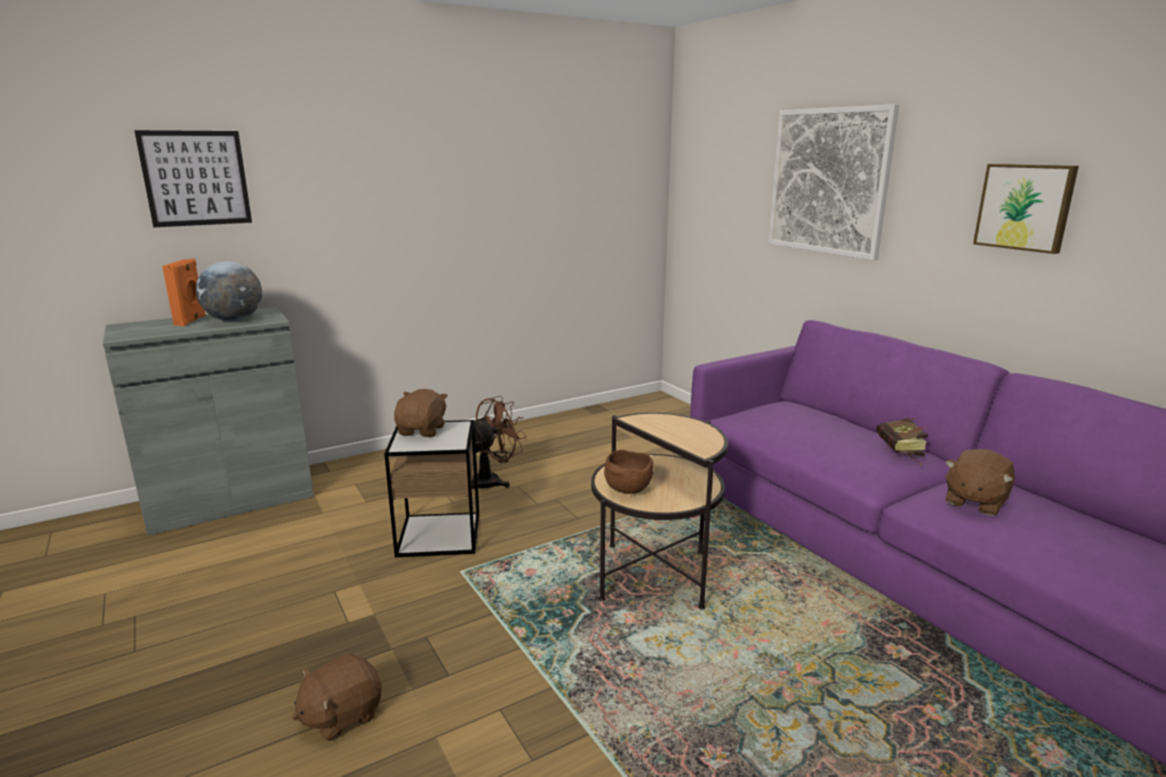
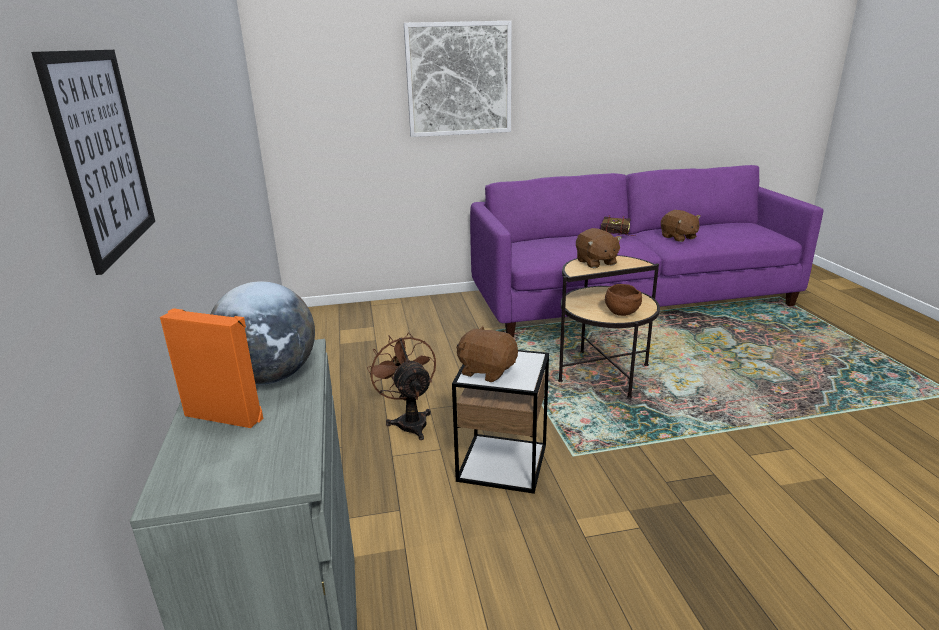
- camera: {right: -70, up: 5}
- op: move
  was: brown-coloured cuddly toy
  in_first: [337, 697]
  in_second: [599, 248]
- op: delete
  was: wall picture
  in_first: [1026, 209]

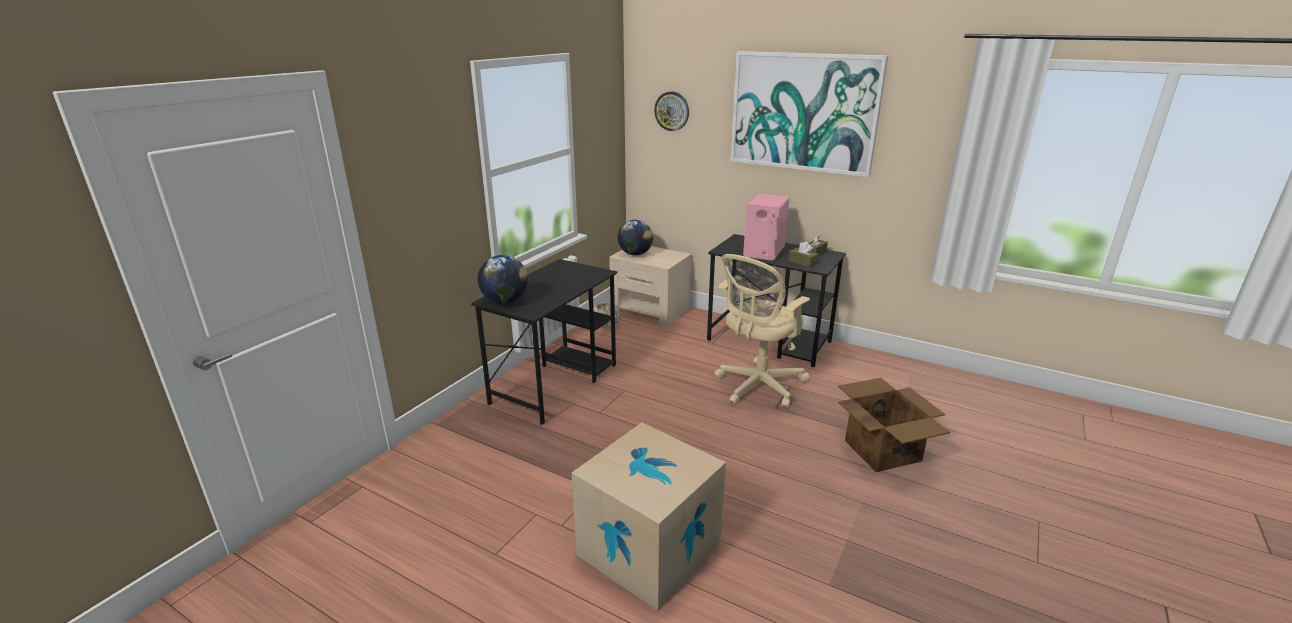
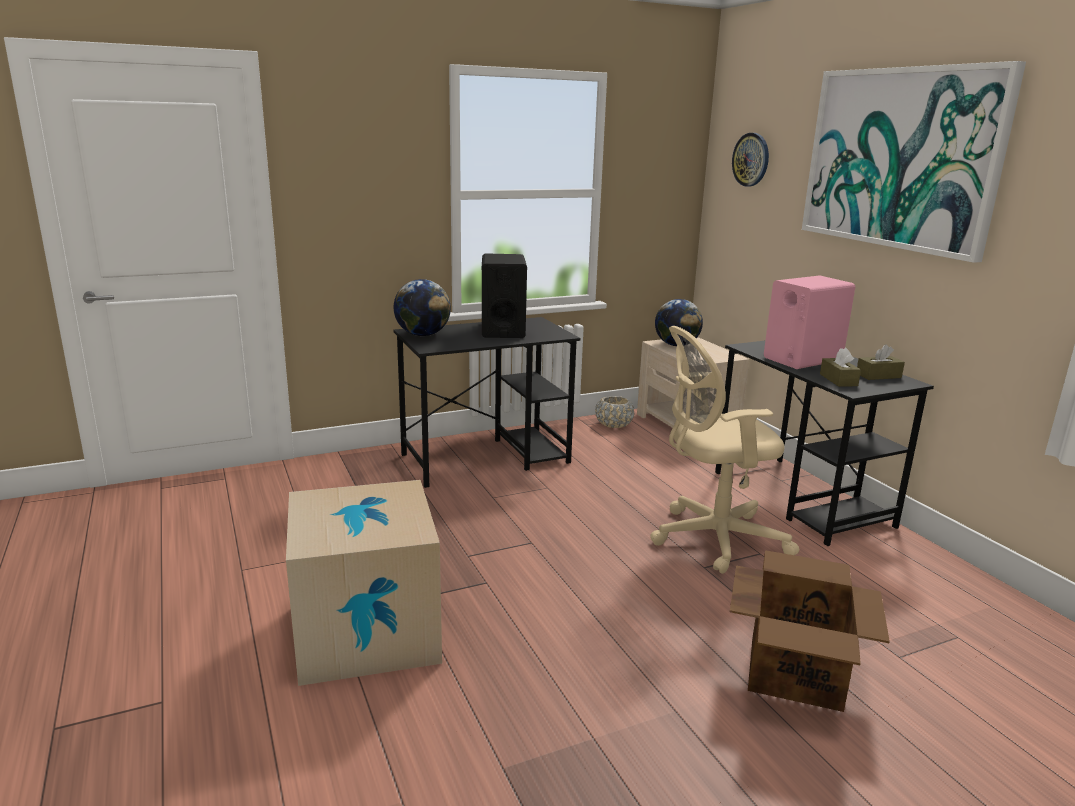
- camera: {right: 35, up: -5}
- op: insert
  now: blackish audio speaker
  in_second: [504, 295]

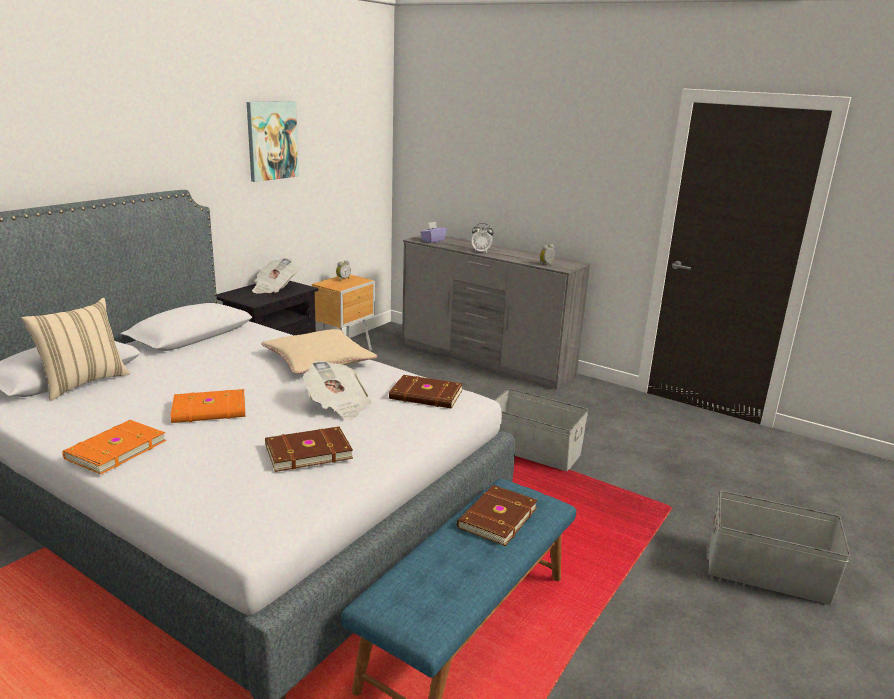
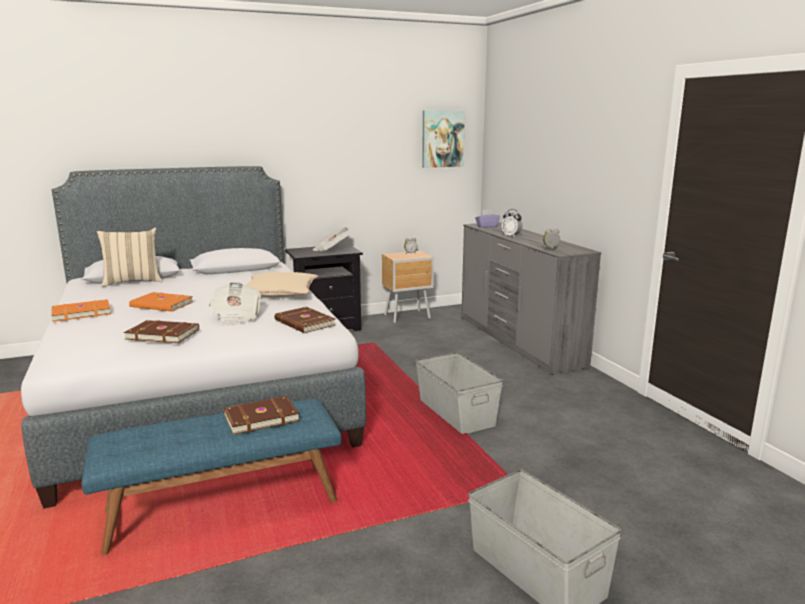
- camera: {right: 35, up: -5}
- op: move
  was: wall picture
  in_first: [273, 141]
  in_second: [443, 139]

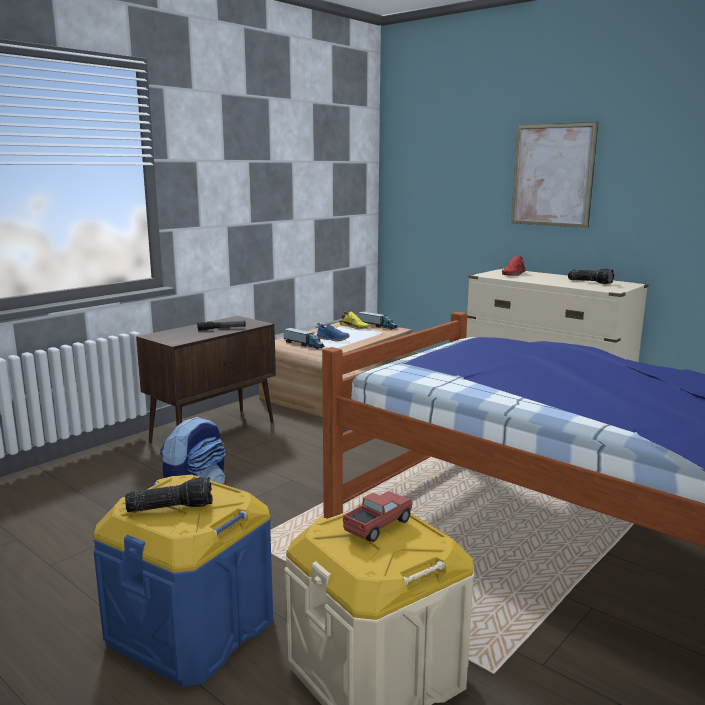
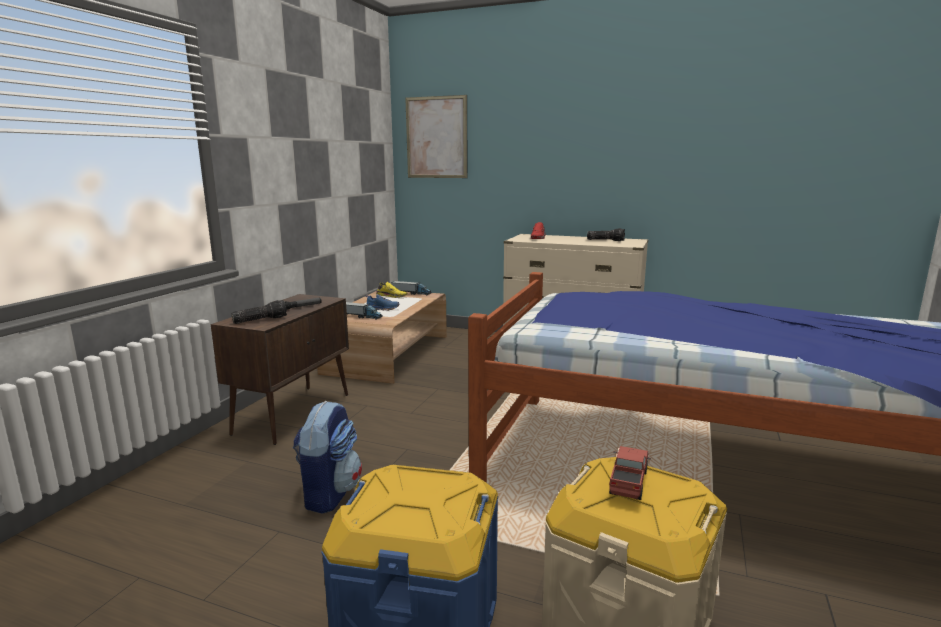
- camera: {right: -20, up: 0}
- op: move
  was: flashlight
  in_first: [169, 494]
  in_second: [259, 312]
- op: move
  was: wall picture
  in_first: [554, 175]
  in_second: [436, 136]

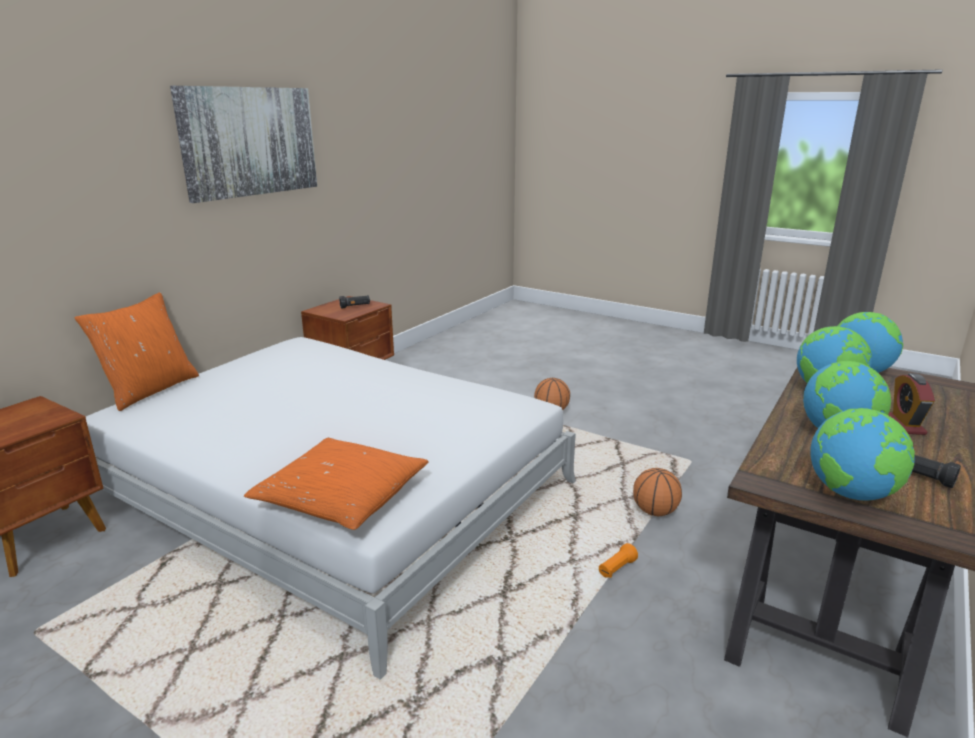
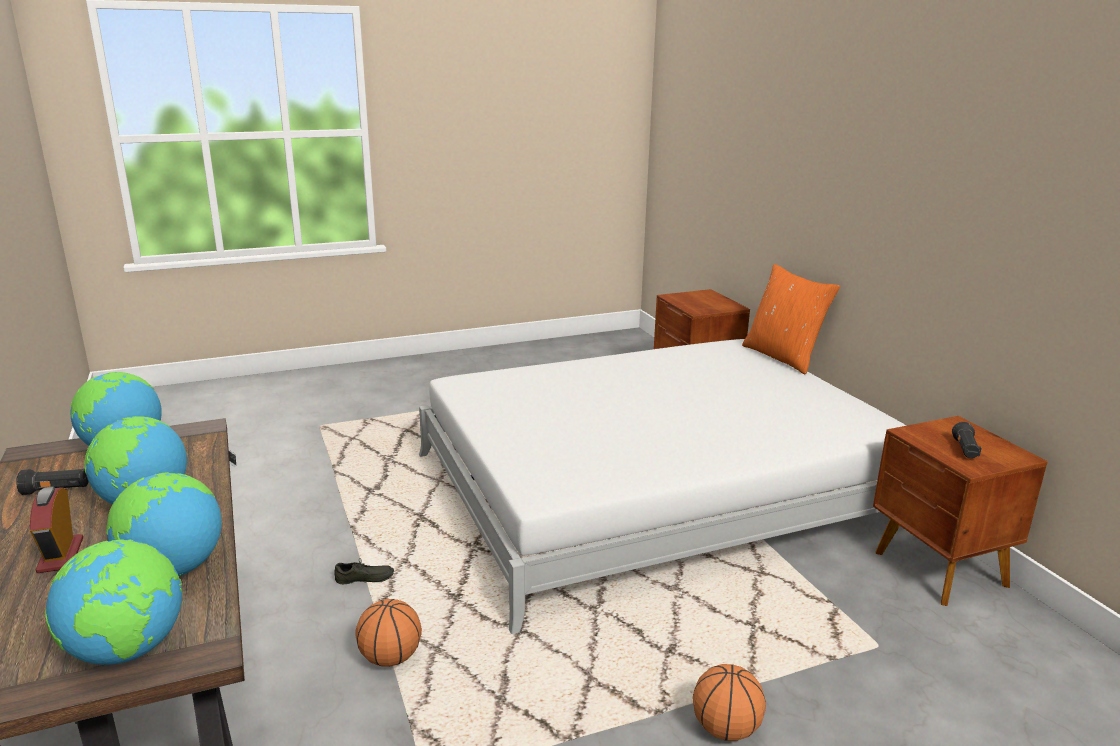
- camera: {right: 125, up: 0}
- op: delete
  was: wall picture
  in_first: [243, 144]
- op: delete
  was: orange throw pillow
  in_first: [336, 484]
- op: replace
  was: orange flashlight
  now: gray shoe
  in_first: [618, 560]
  in_second: [364, 571]
- op: rotate
  was: table clock
  in_first: [911, 404]
  in_second: [56, 529]
  clockwise: -150

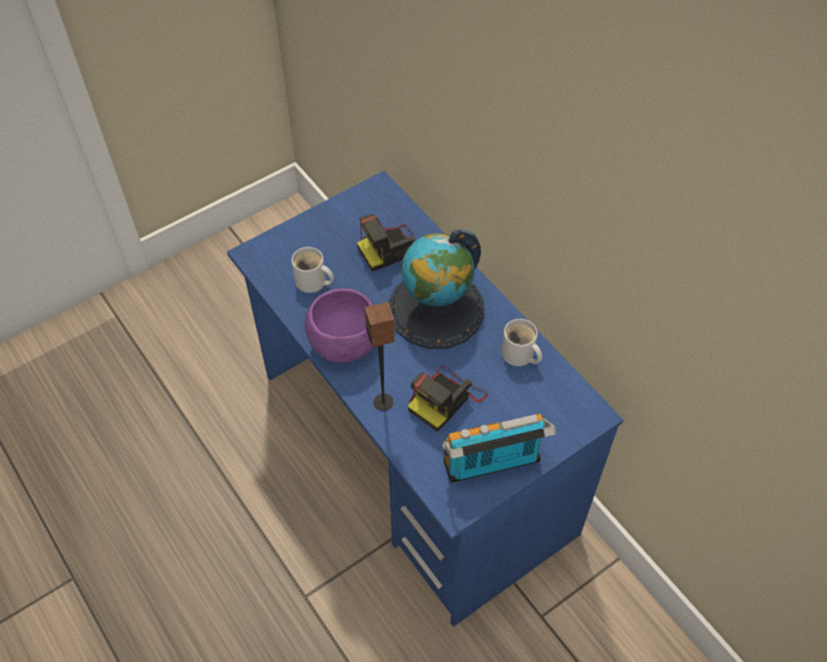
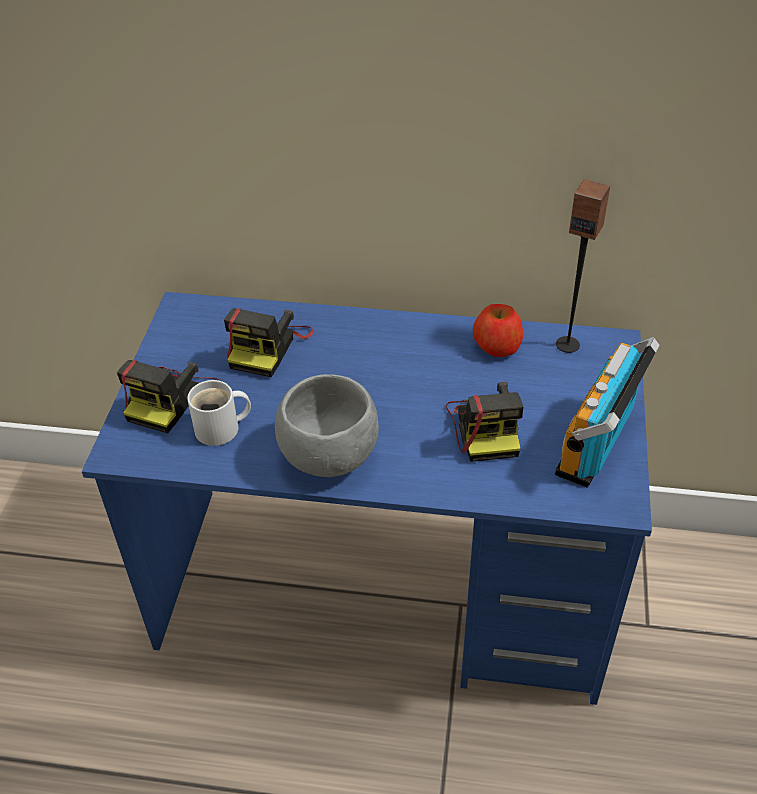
- camera: {right: -45, up: -10}
- op: recolor
  was: purple-coloured deep dish
  now: gray deep dish
  in_first: [339, 325]
  in_second: [327, 425]
- op: move
  was: audio speaker
  in_first: [380, 356]
  in_second: [583, 266]
- op: delete
  was: world globe
  in_first: [437, 289]
- op: replace
  was: white coffee mug
  now: whole apple
  in_first: [521, 342]
  in_second: [498, 330]
- op: insert
  now: still camera
  in_second: [169, 396]

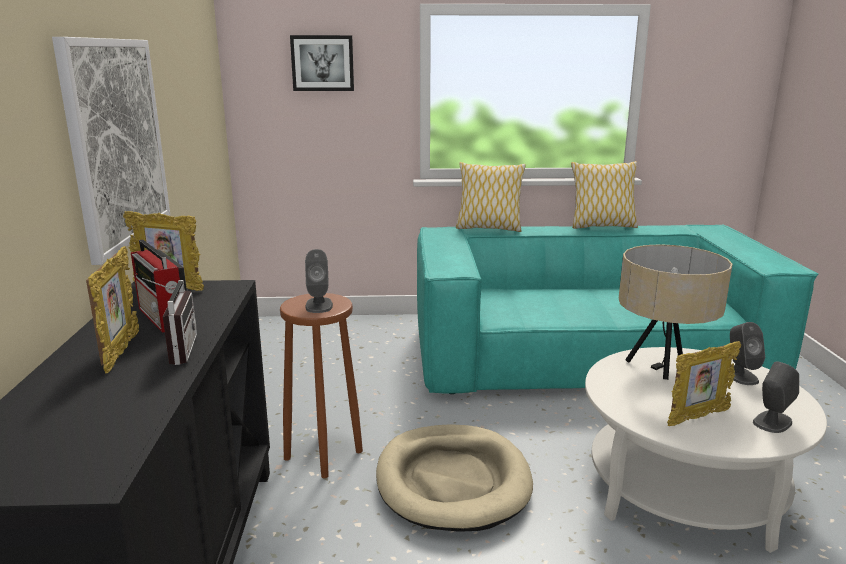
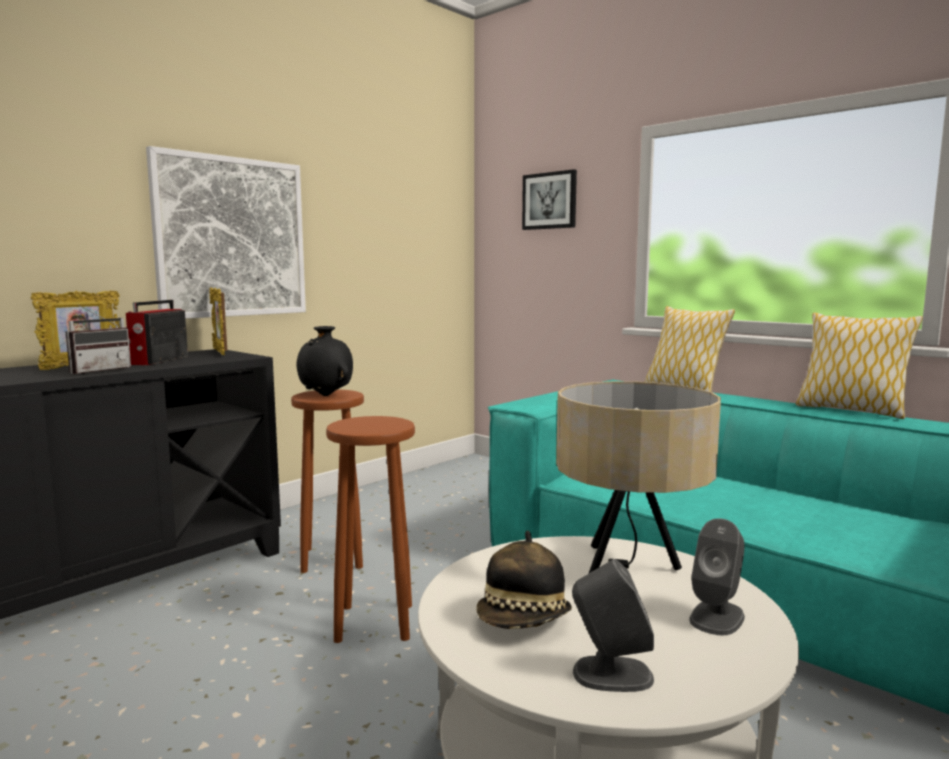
- camera: {right: 45, up: -10}
- op: replace
  was: gray audio speaker
  now: blackish flower vase
  in_first: [319, 281]
  in_second: [325, 361]
- op: replace
  was: beige dog cushion
  now: brown-coloured stool seat
  in_first: [454, 478]
  in_second: [370, 529]
- op: replace
  was: standing frame
  now: wearable hat
  in_first: [704, 383]
  in_second: [524, 580]

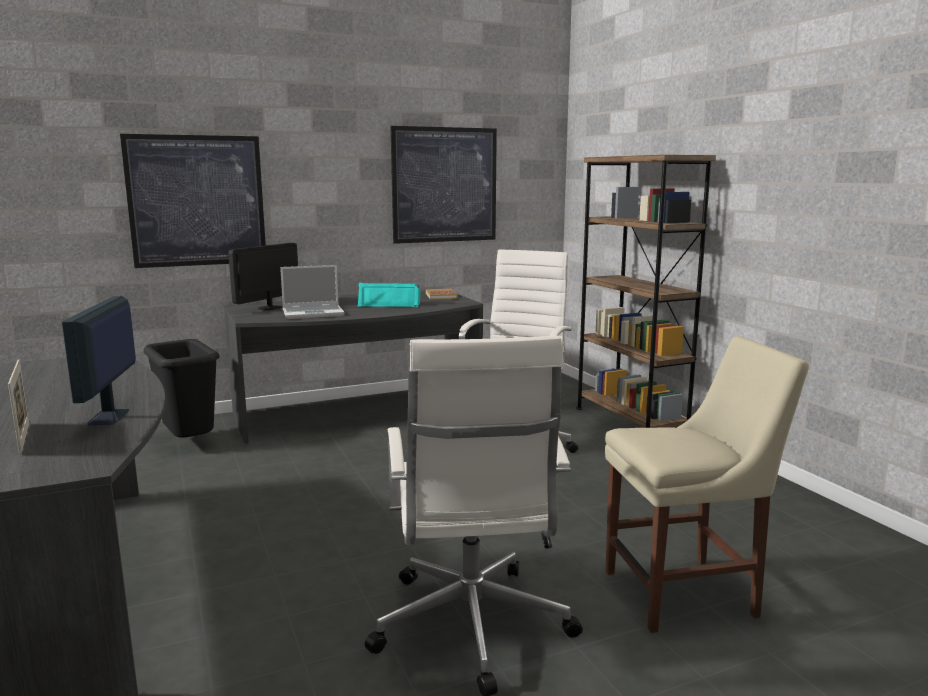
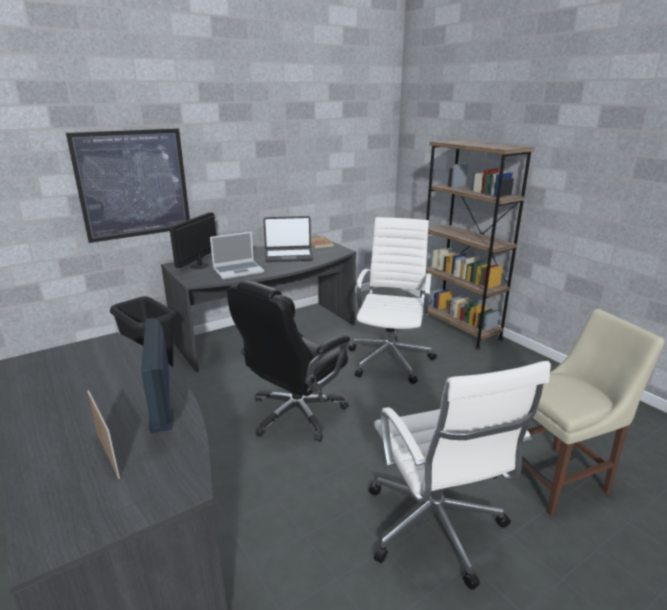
- camera: {right: -10, up: 10}
- op: replace
  was: turquoise audio speaker
  now: notebook computer
  in_first: [389, 295]
  in_second: [288, 239]
- op: delete
  was: wall picture
  in_first: [443, 185]
- op: insert
  now: blackish office chair
  in_second: [288, 361]

